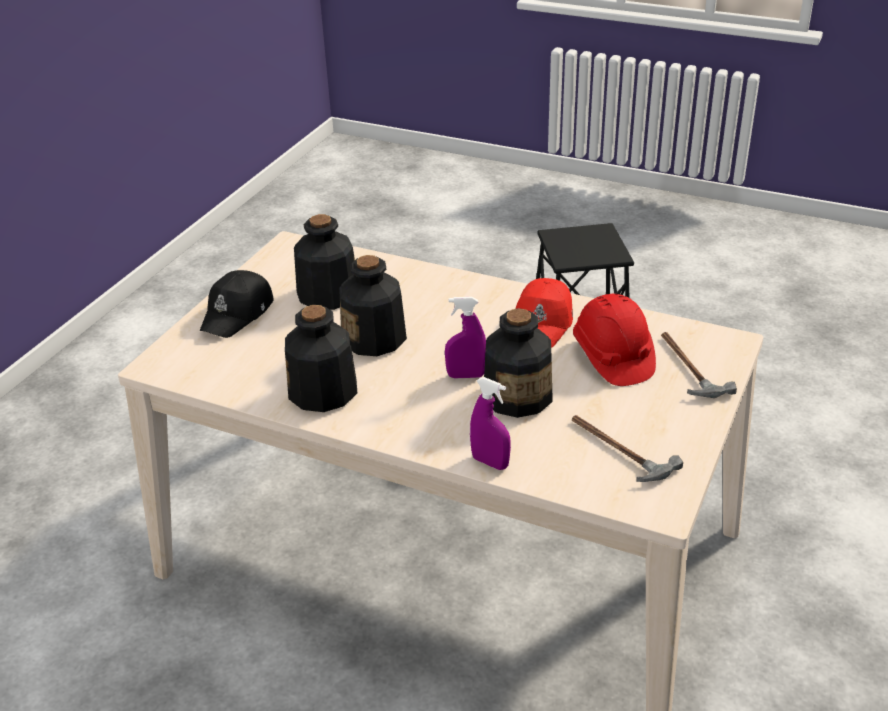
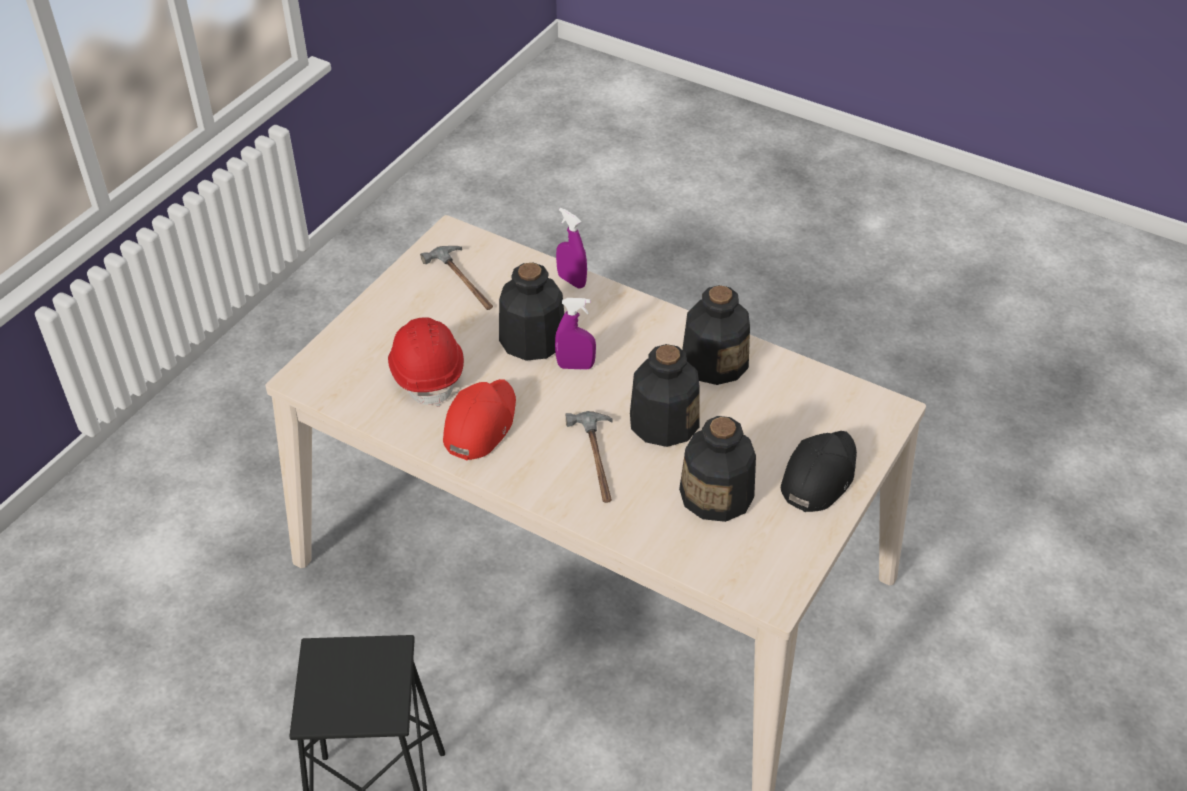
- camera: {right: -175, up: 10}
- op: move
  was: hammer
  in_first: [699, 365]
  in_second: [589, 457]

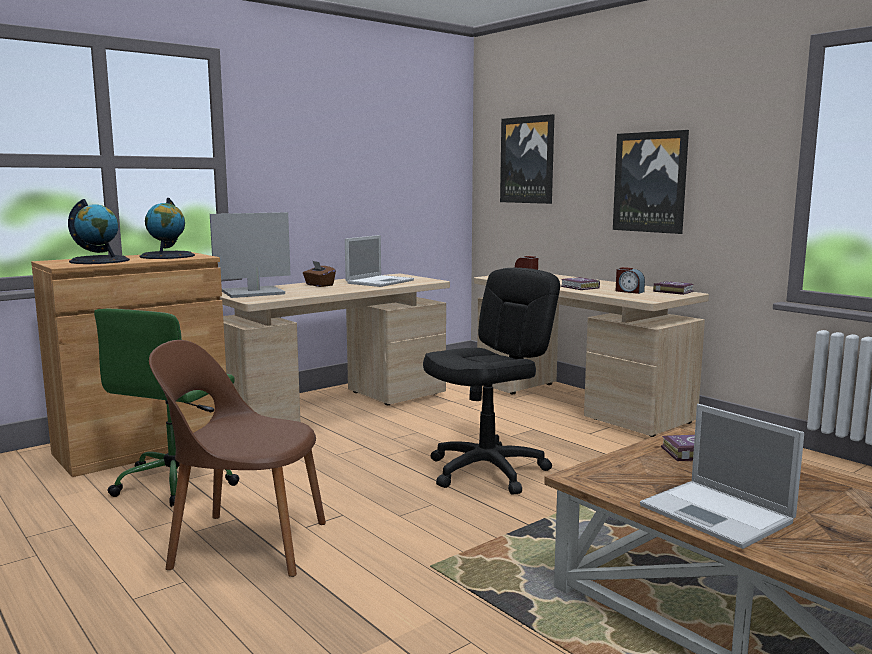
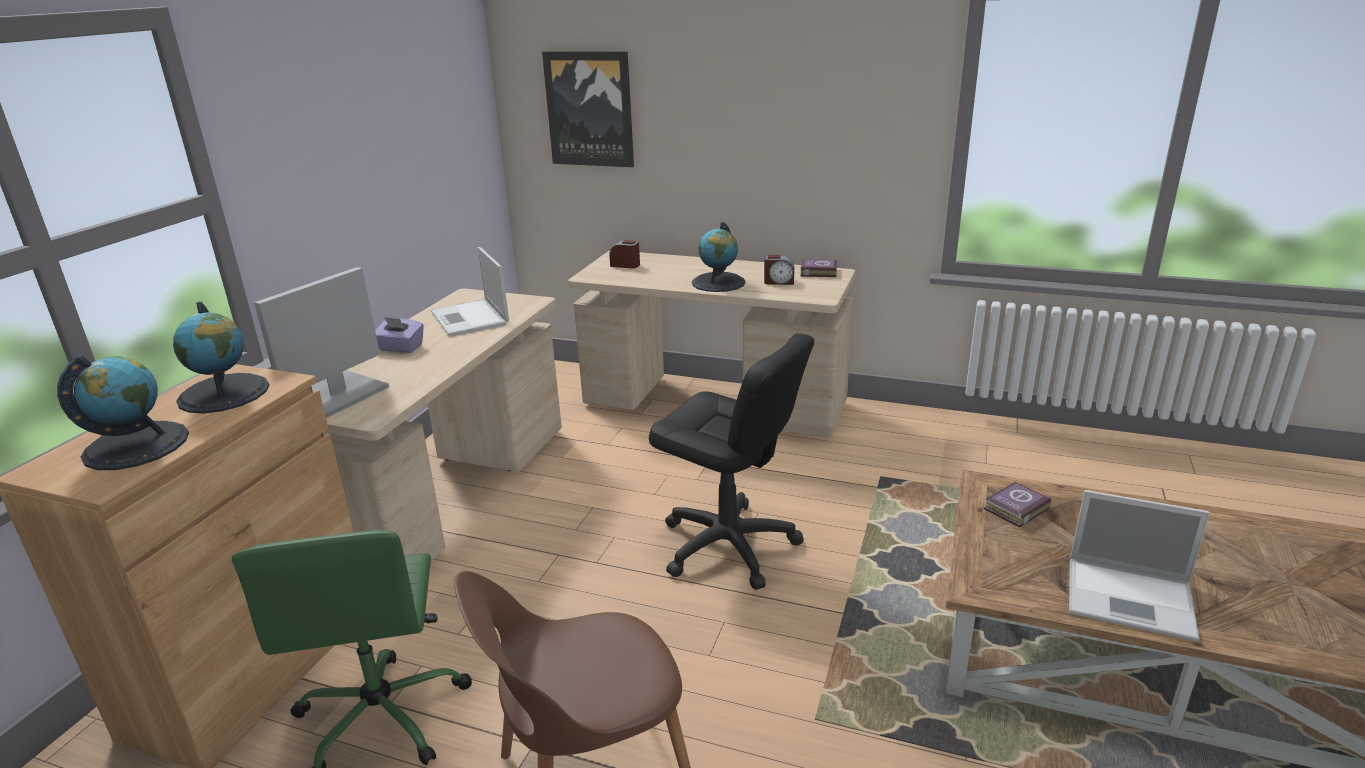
- camera: {right: -30, up: 15}
- op: recolor
  was: brown-coloured tissue box
  now: purple-coloured tissue box
  in_first: [319, 274]
  in_second: [399, 335]
- op: rotate
  was: notebook computer
  in_first: [379, 261]
  in_second: [470, 292]
  clockwise: 150
- op: rotate
  was: blackish office chair
  in_first: [491, 381]
  in_second: [731, 461]
  clockwise: 105
- op: replace
  was: volume
  now: world globe
  in_first: [580, 283]
  in_second: [719, 257]
- op: delete
  was: wall picture
  in_first: [651, 182]

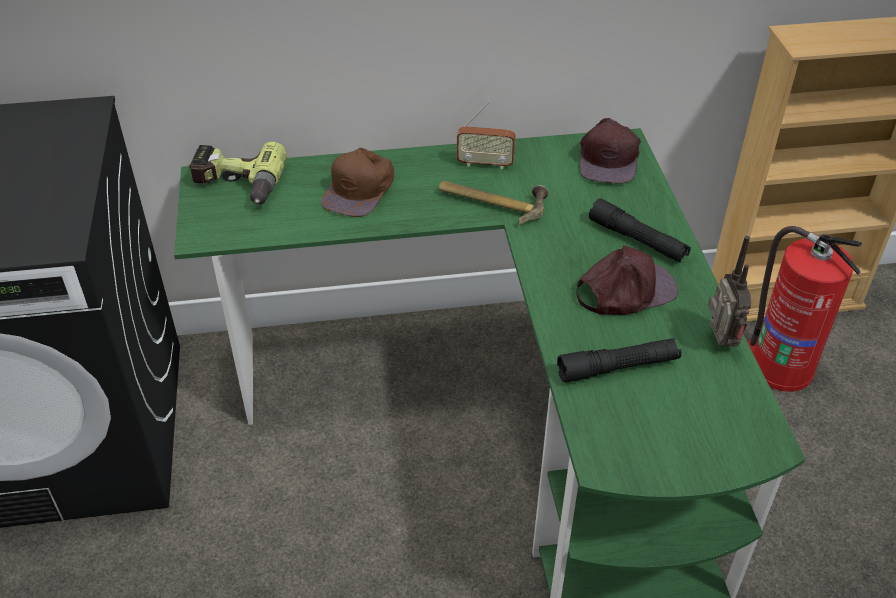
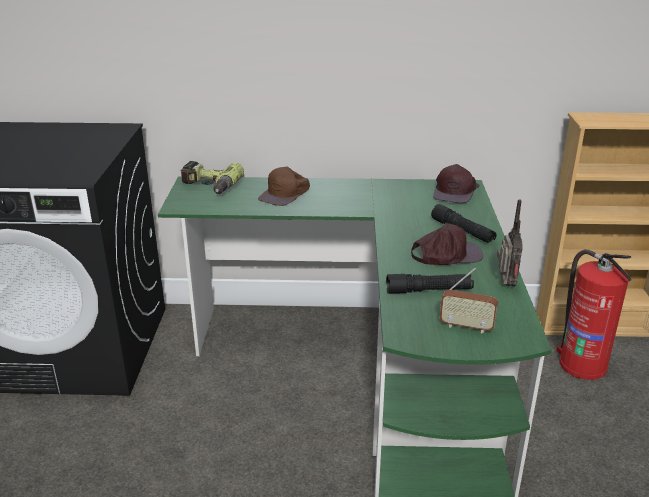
- camera: {right: 10, up: -15}
- op: delete
  was: hammer
  in_first: [494, 203]
- op: move
  was: radio
  in_first: [486, 135]
  in_second: [469, 301]

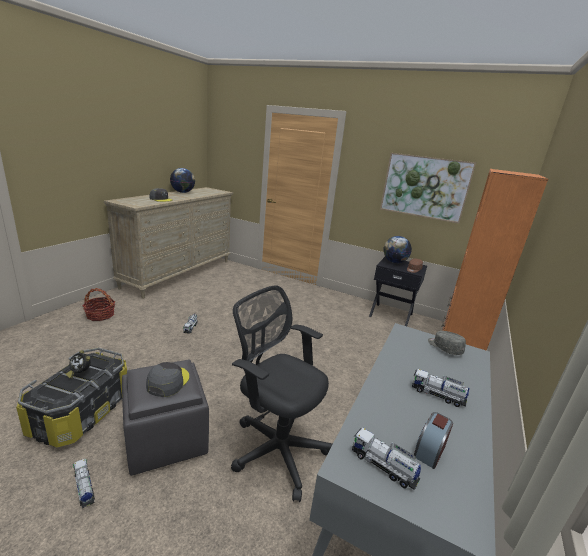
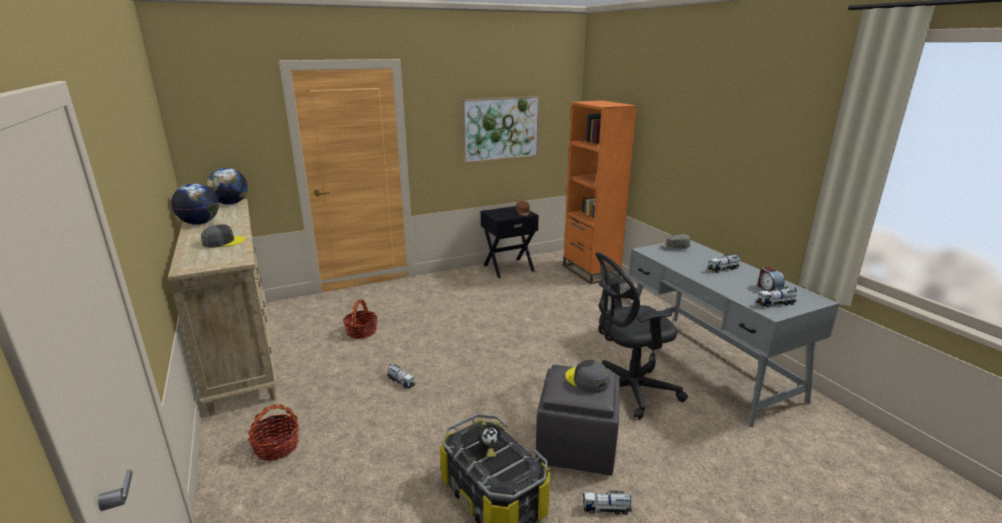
- camera: {right: -50, up: 0}
- op: move
  was: world globe
  in_first: [397, 249]
  in_second: [227, 186]
- op: insert
  now: basket
  in_second: [360, 319]

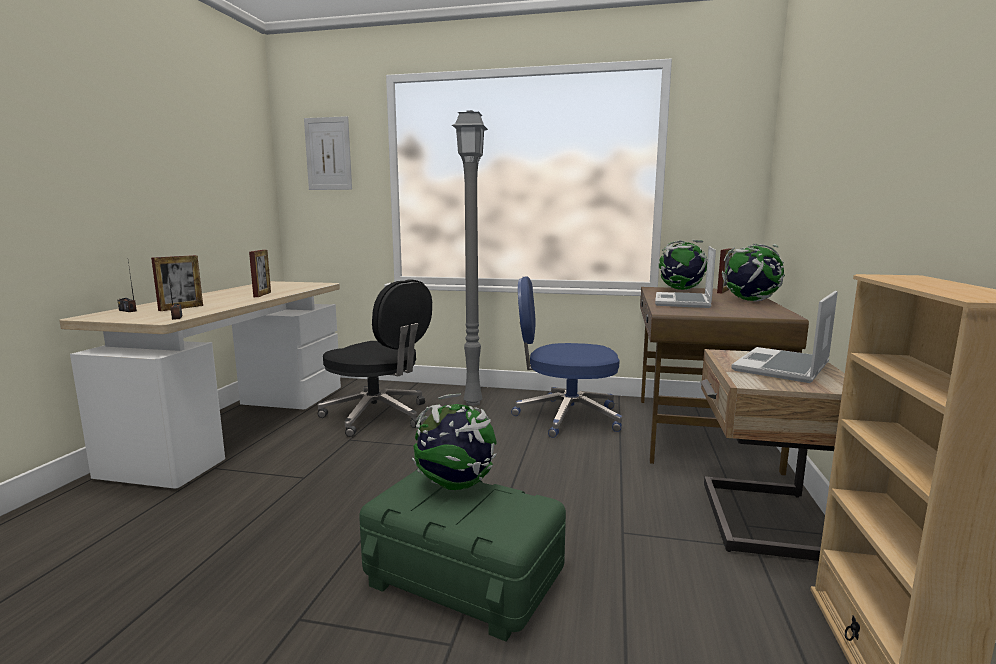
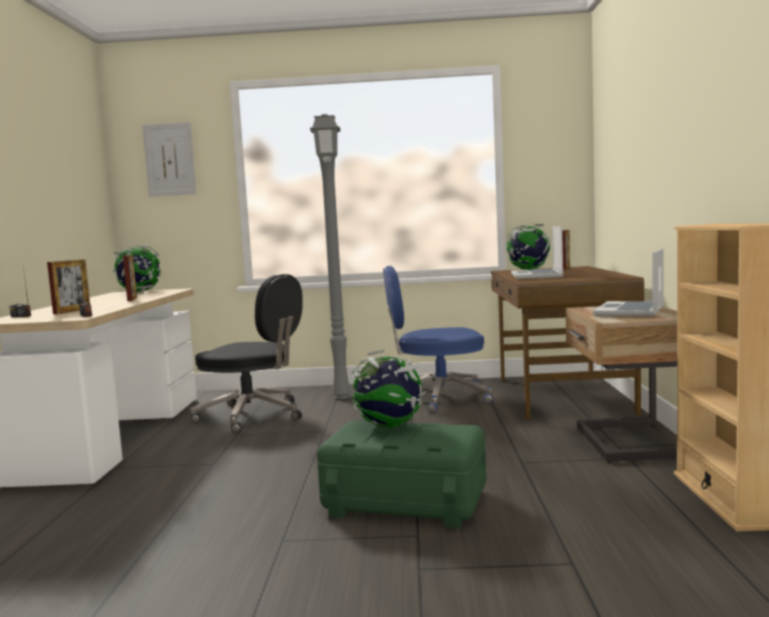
- camera: {right: -10, up: -5}
- op: move
  was: world globe
  in_first: [753, 272]
  in_second: [137, 268]

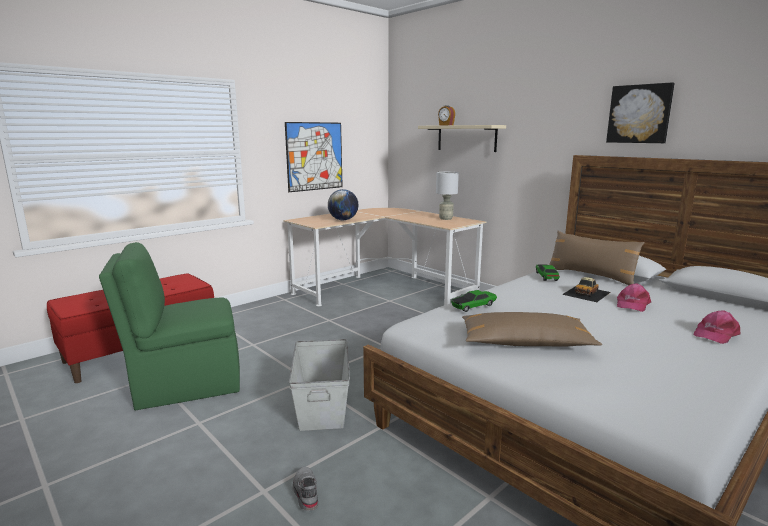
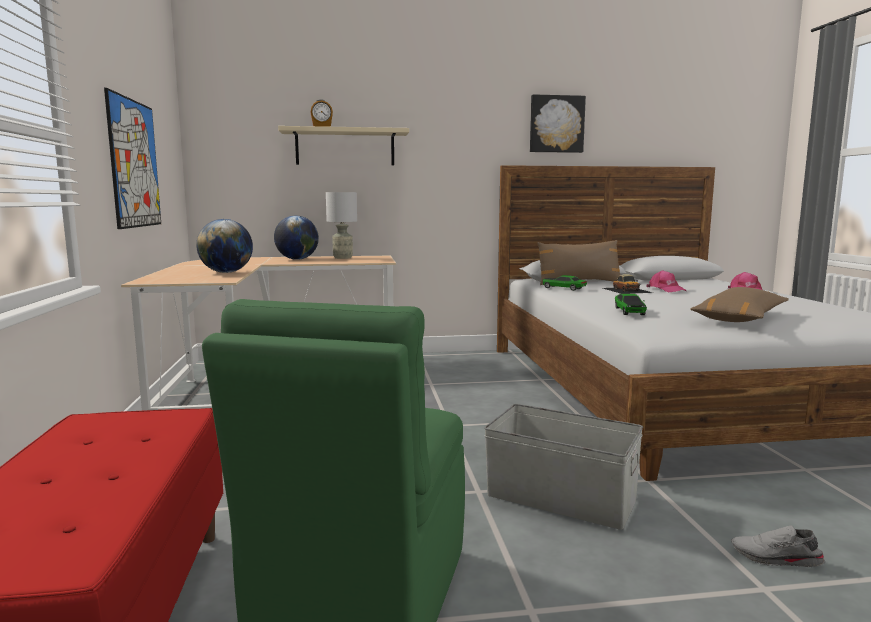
- camera: {right: -55, up: -5}
- op: insert
  now: world globe
  in_second: [296, 237]

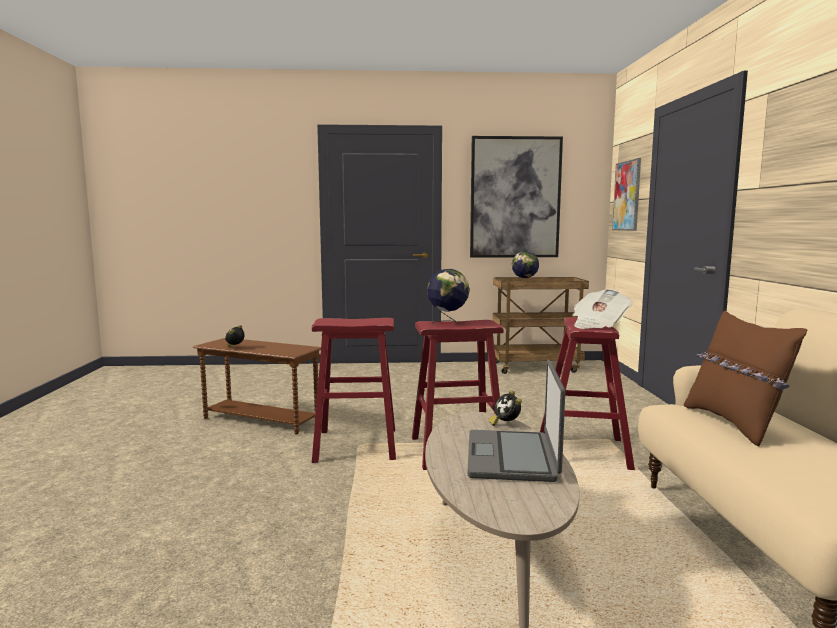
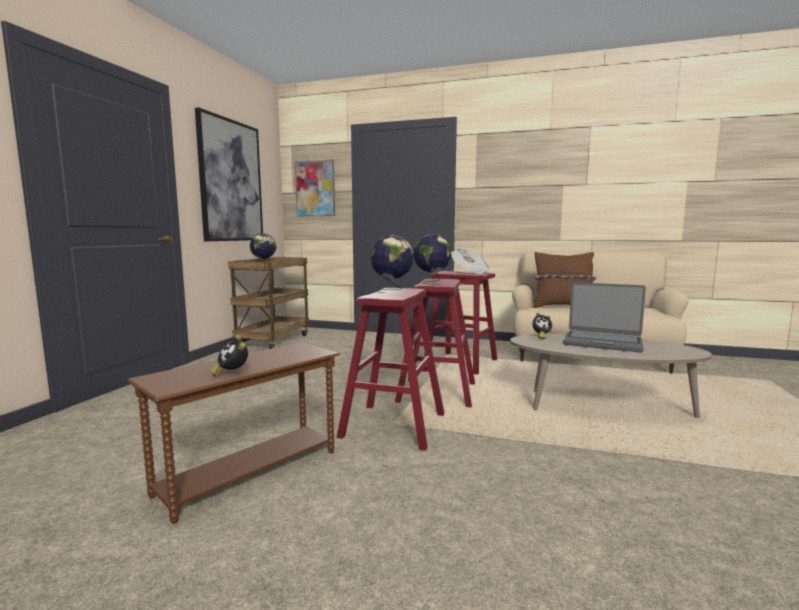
- camera: {right: -70, up: 0}
- op: insert
  now: world globe
  in_second: [391, 264]

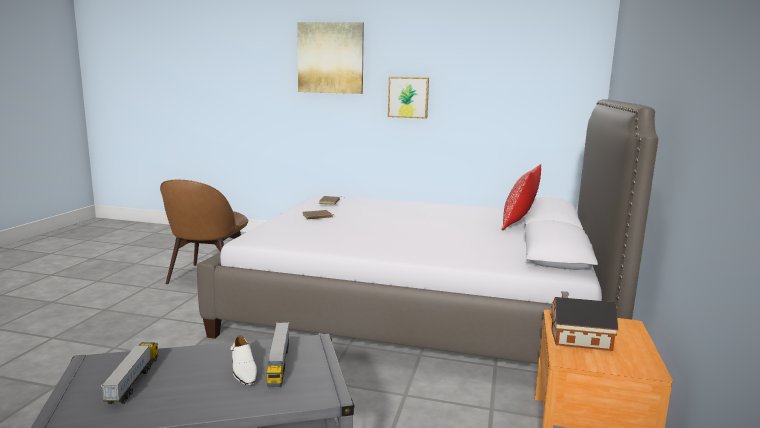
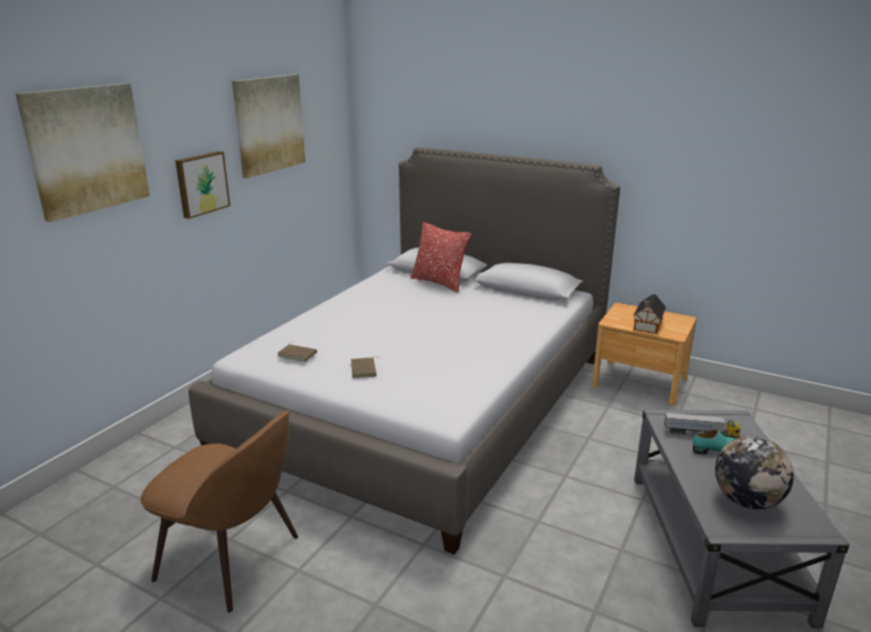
- camera: {right: -75, up: 10}
- op: replace
  was: toy lorry
  now: world globe
  in_first: [130, 373]
  in_second: [754, 472]
- op: recolor
  was: white shoe
  now: turquoise shoe
  in_first: [243, 360]
  in_second: [714, 442]
- op: insert
  now: wall picture
  in_second: [268, 126]

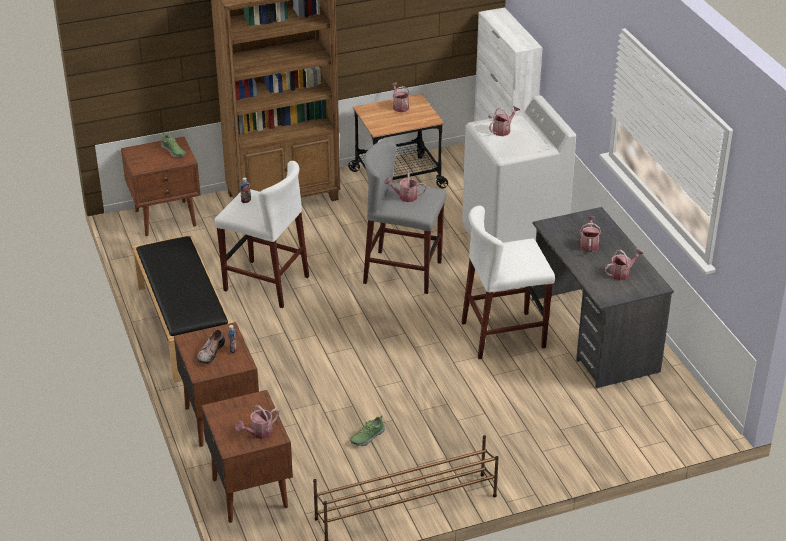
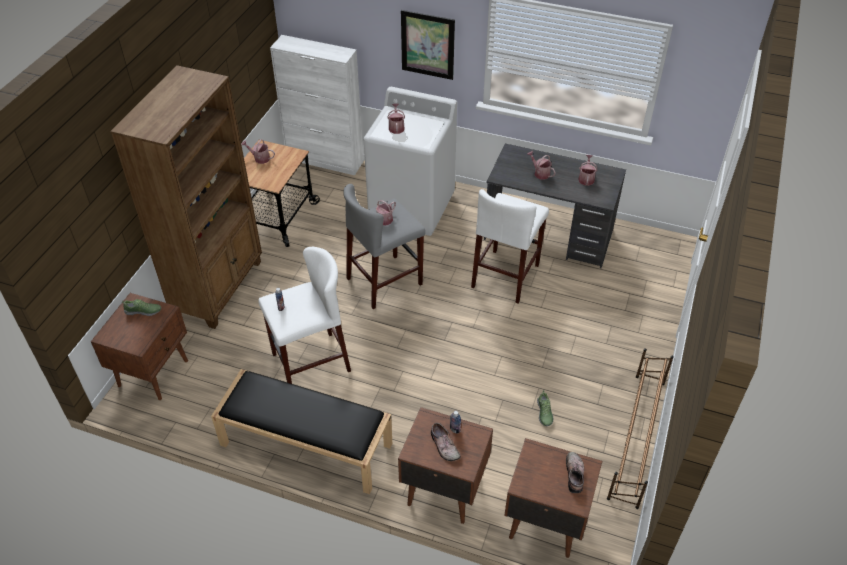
- camera: {right: -50, up: 10}
- op: replace
  was: sprinkling can
  now: shoe
  in_first: [257, 422]
  in_second: [575, 472]
- op: insert
  now: wall picture
  in_second: [428, 45]

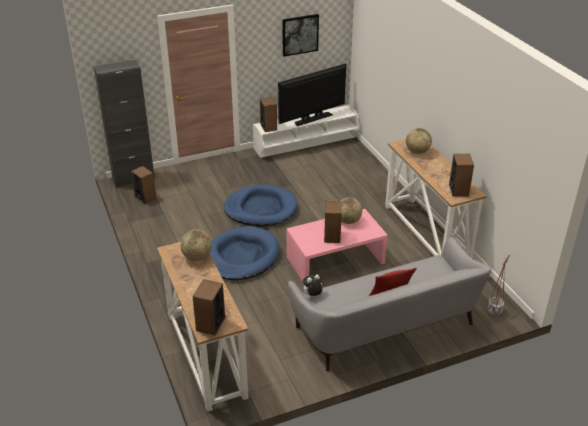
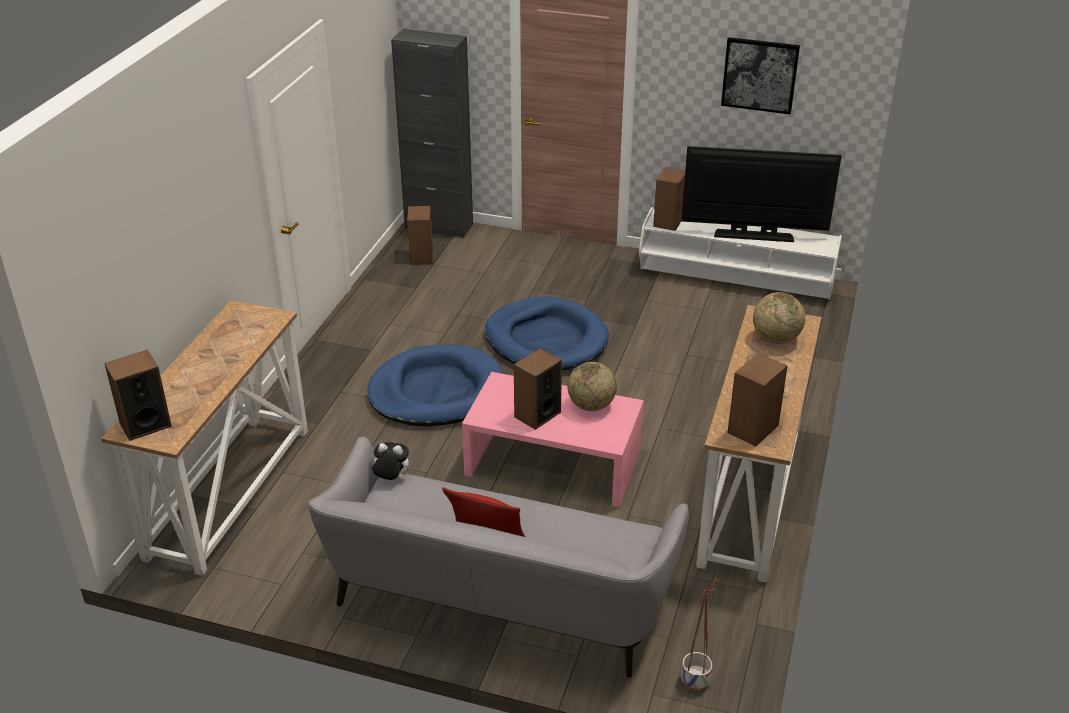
- camera: {right: 40, up: 0}
- op: delete
  was: world globe
  in_first: [196, 245]

